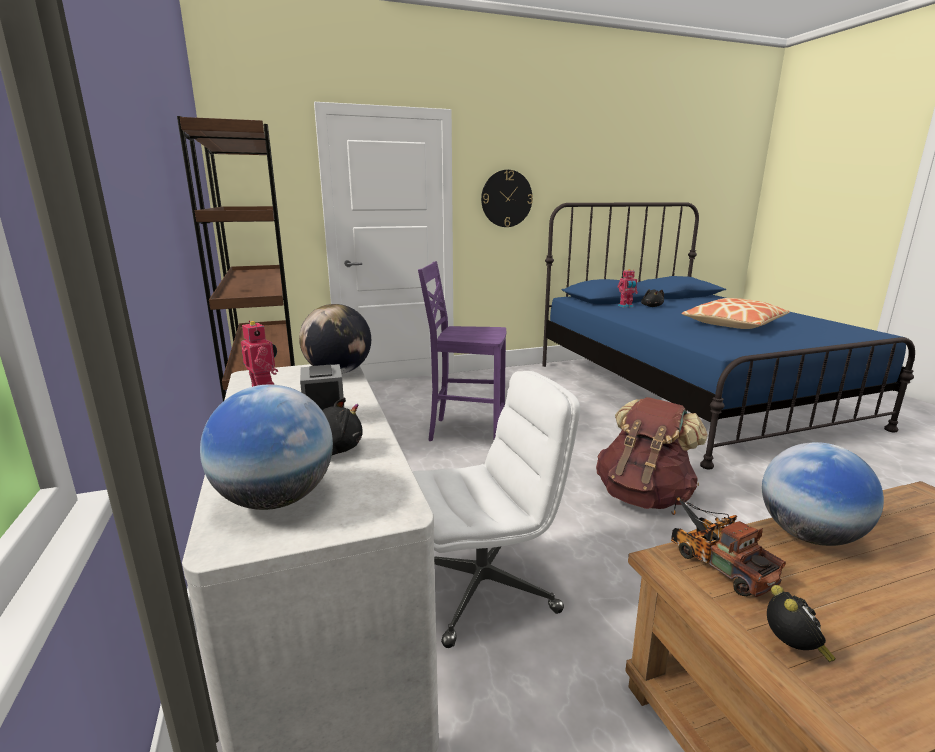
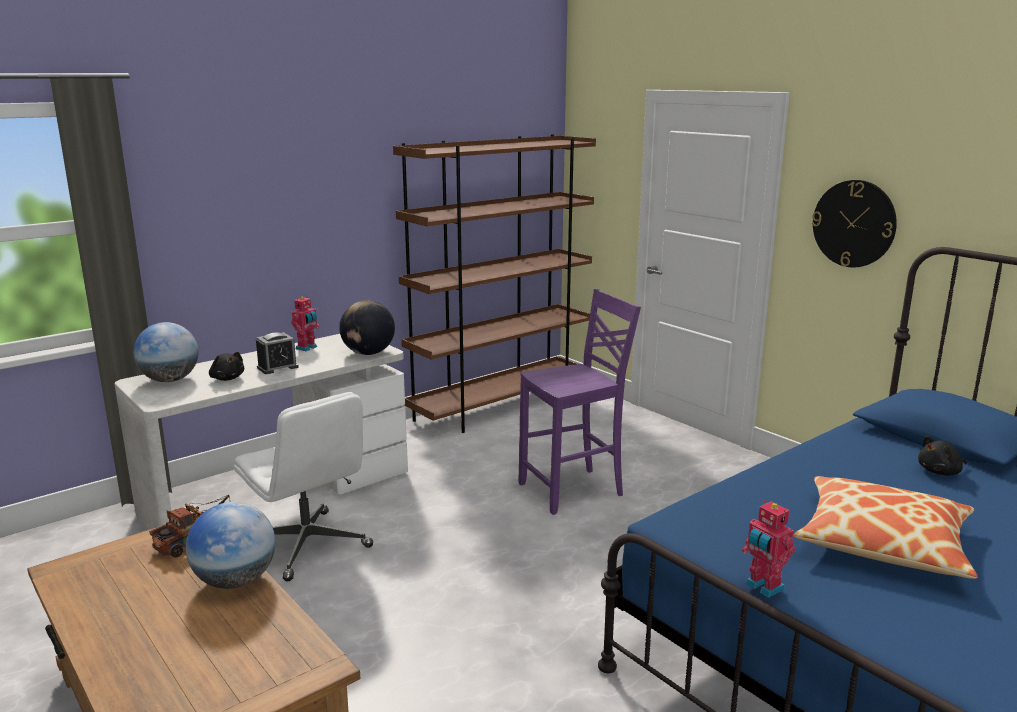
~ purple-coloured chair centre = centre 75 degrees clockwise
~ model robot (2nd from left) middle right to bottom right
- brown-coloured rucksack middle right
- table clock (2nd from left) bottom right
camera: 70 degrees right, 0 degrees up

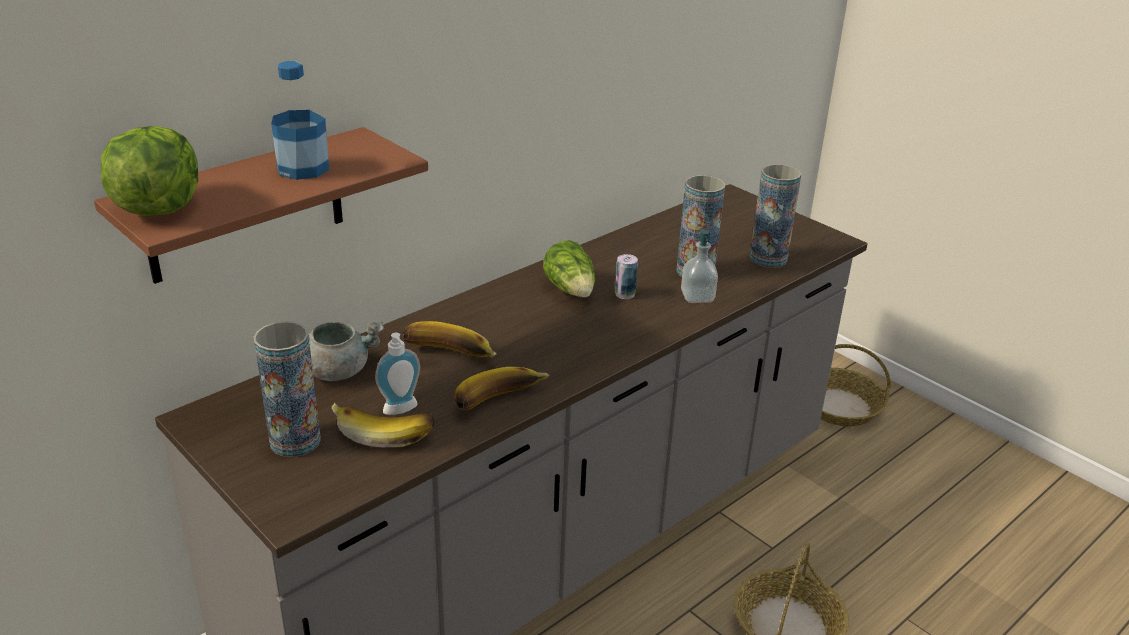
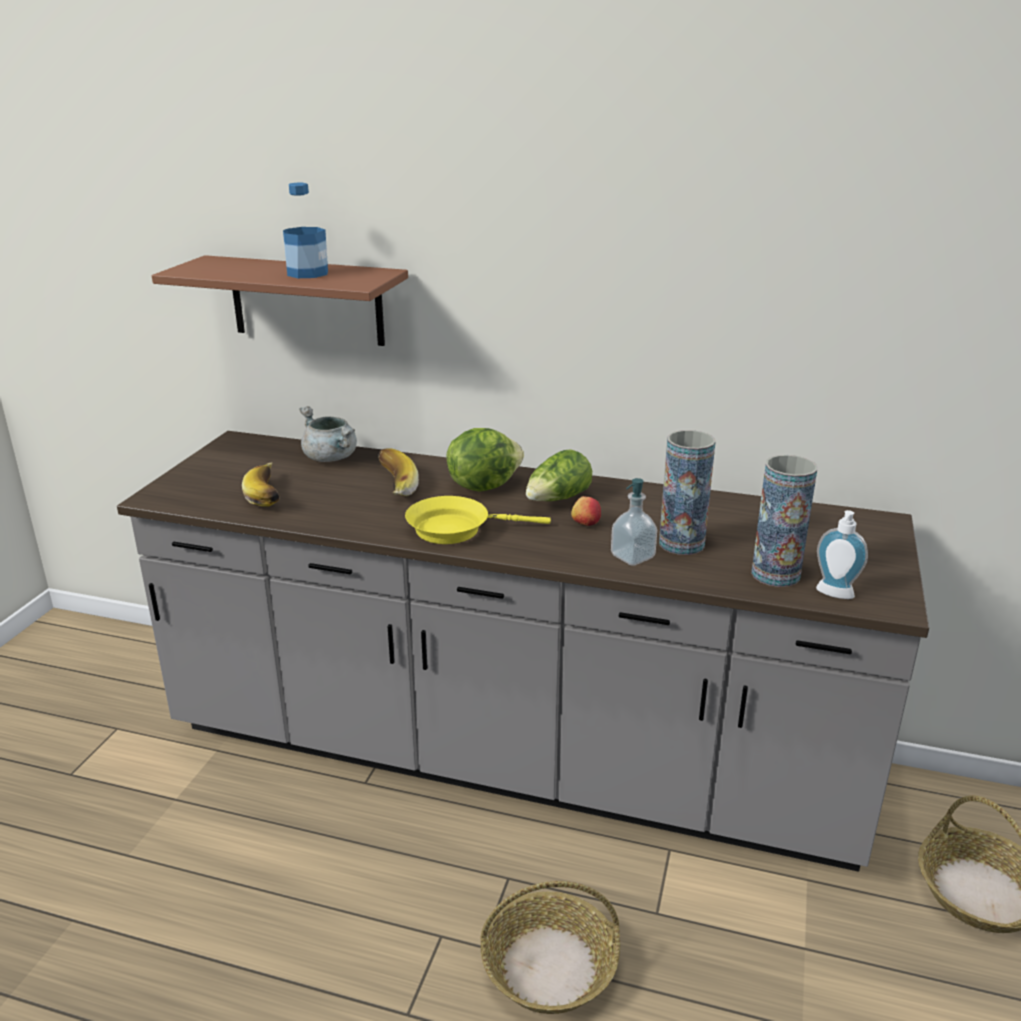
+ yellowish pan centre
~ lettuce (1st from left) top left to centre
~ metal can centre to apple centre
~ liquid soap bottle (1st from left in the first image) centre to liquid soap bottle (2nd from left) middle right
- flower vase (1st from left) middle left
- banana (3rd from left) centre
camera: 60 degrees right, 5 degrees down

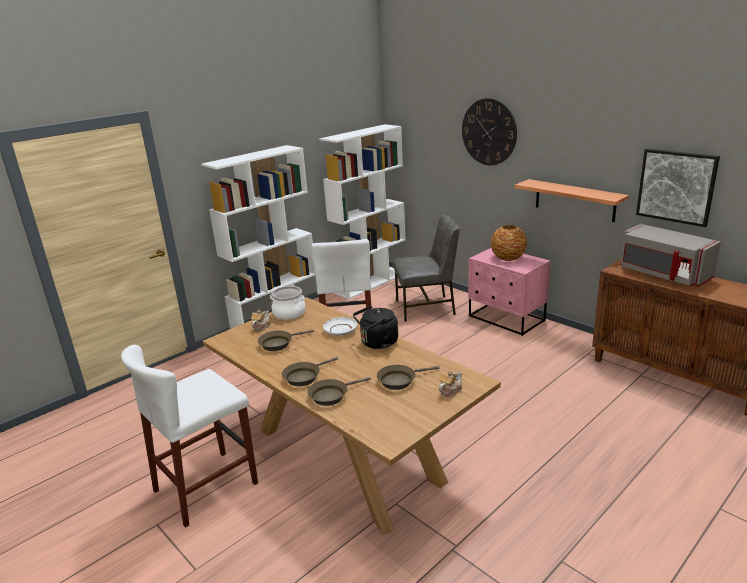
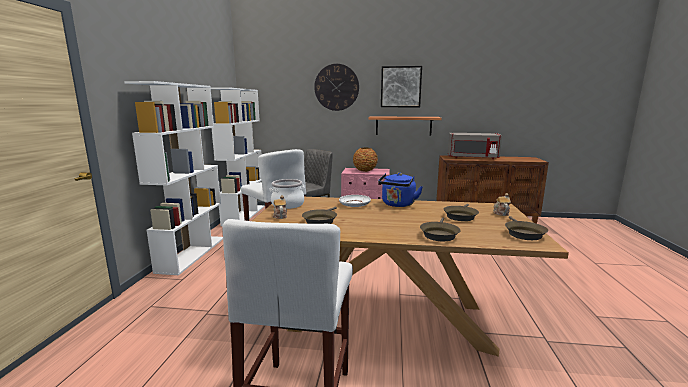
~ black-coloured water kettle centre to blue-coloured water kettle centre
~ wall picture top right to top centre
~ brown-coloured pan (2nd from left in the first image) centre to brown-coloured pan (4th from left) middle right
camera: 40 degrees left, 10 degrees down

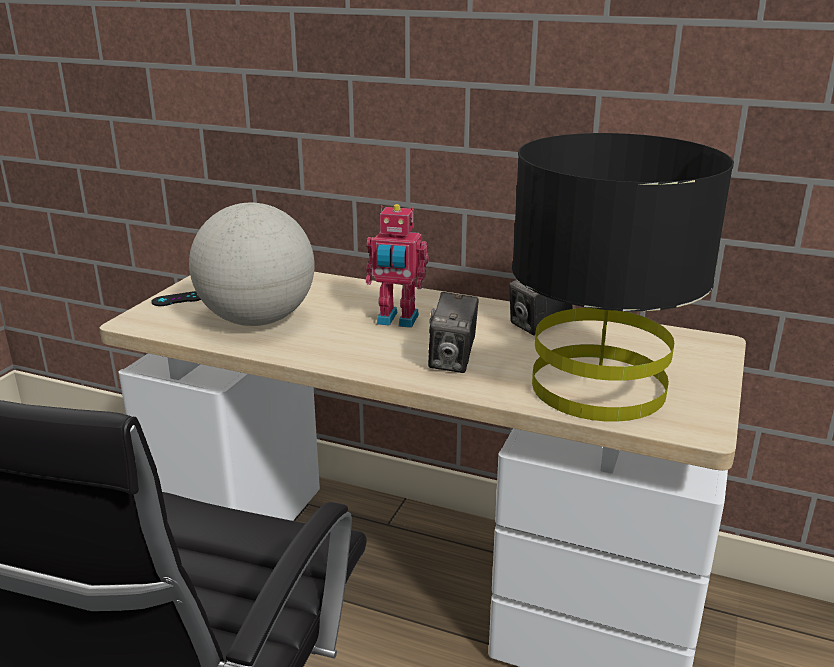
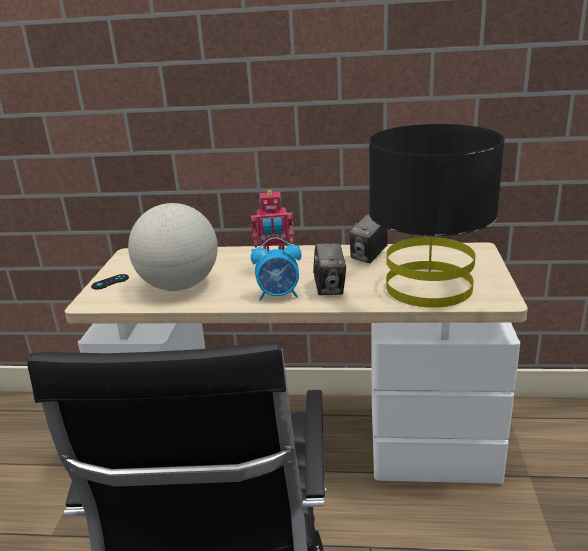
+ table clock centre
camera: 15 degrees left, 0 degrees up

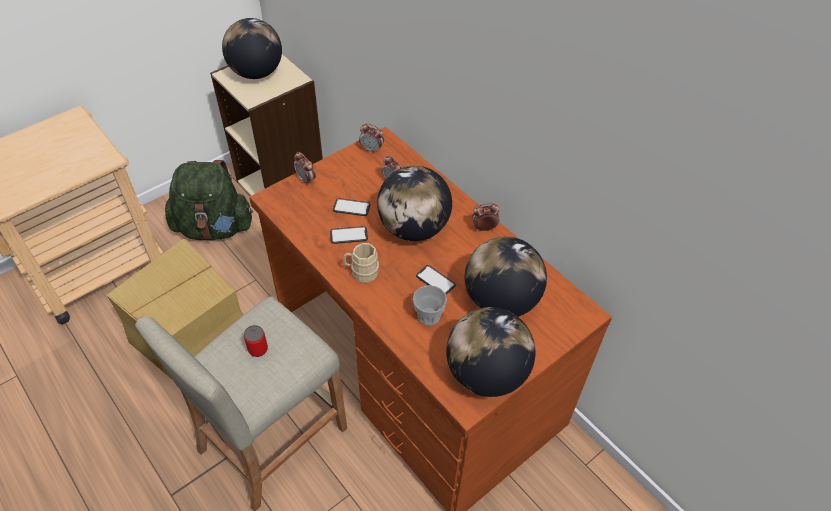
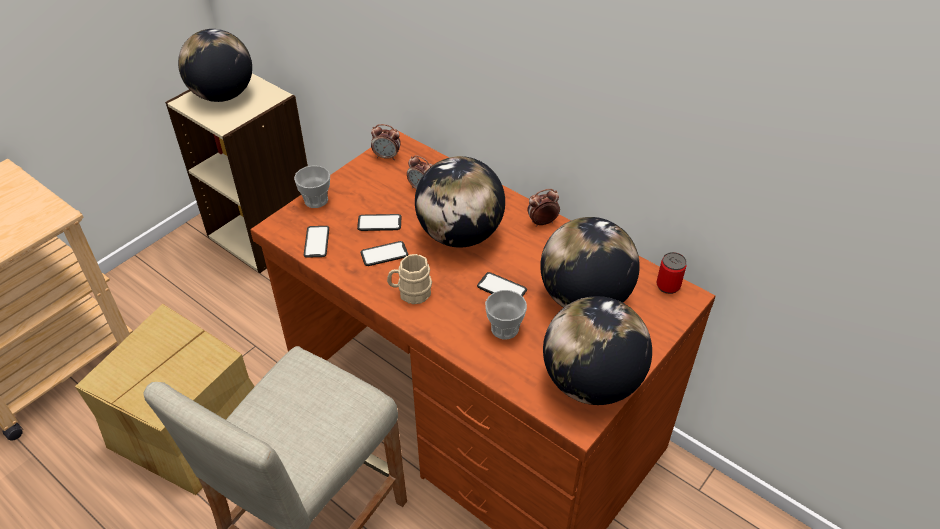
~ table clock (1st from left) top centre to cup (1st from left) middle left
+ handset (1st from left) centre
~ metal can bottom left to middle right
- greenish rucksack middle left
camera: 10 degrees left, 5 degrees down

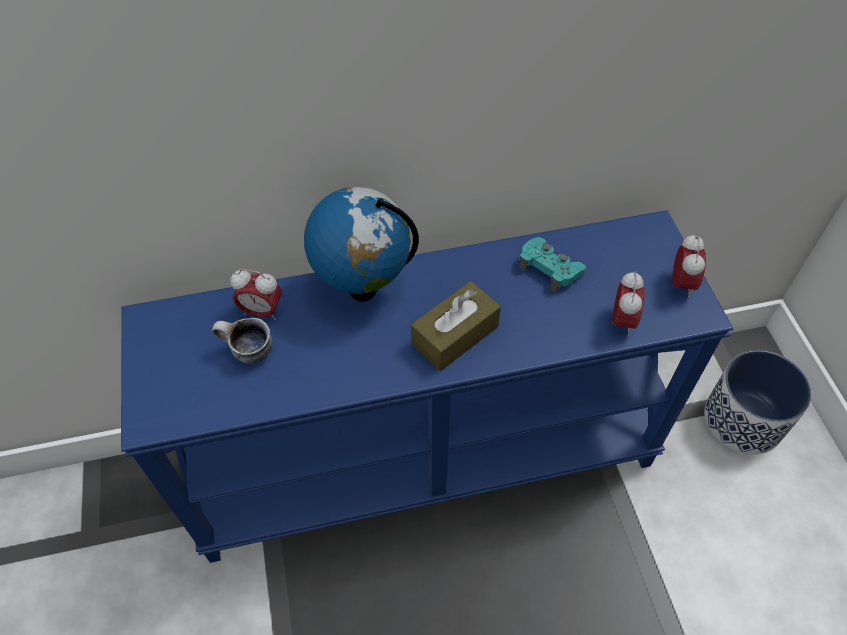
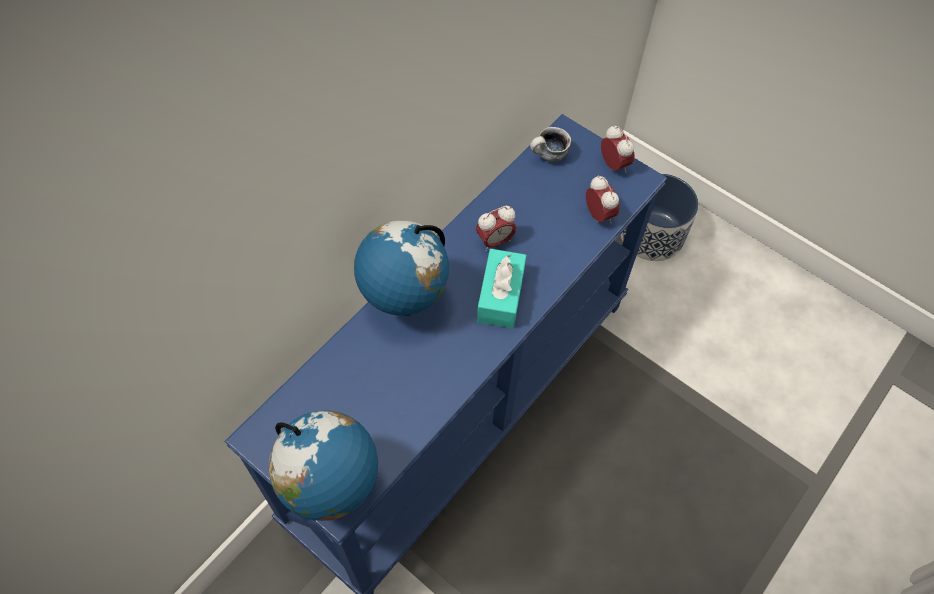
+ world globe (1st from left) bottom centre
~ table clock (1st from left) middle left to centre
~ brown-coloured tissue holder centre to turquoise tissue holder centre
~ tea mug middle left to top centre
- turquoise joypad centre
camera: 40 degrees left, 5 degrees up

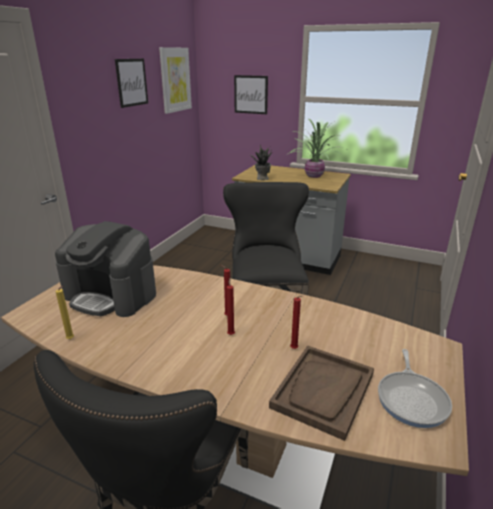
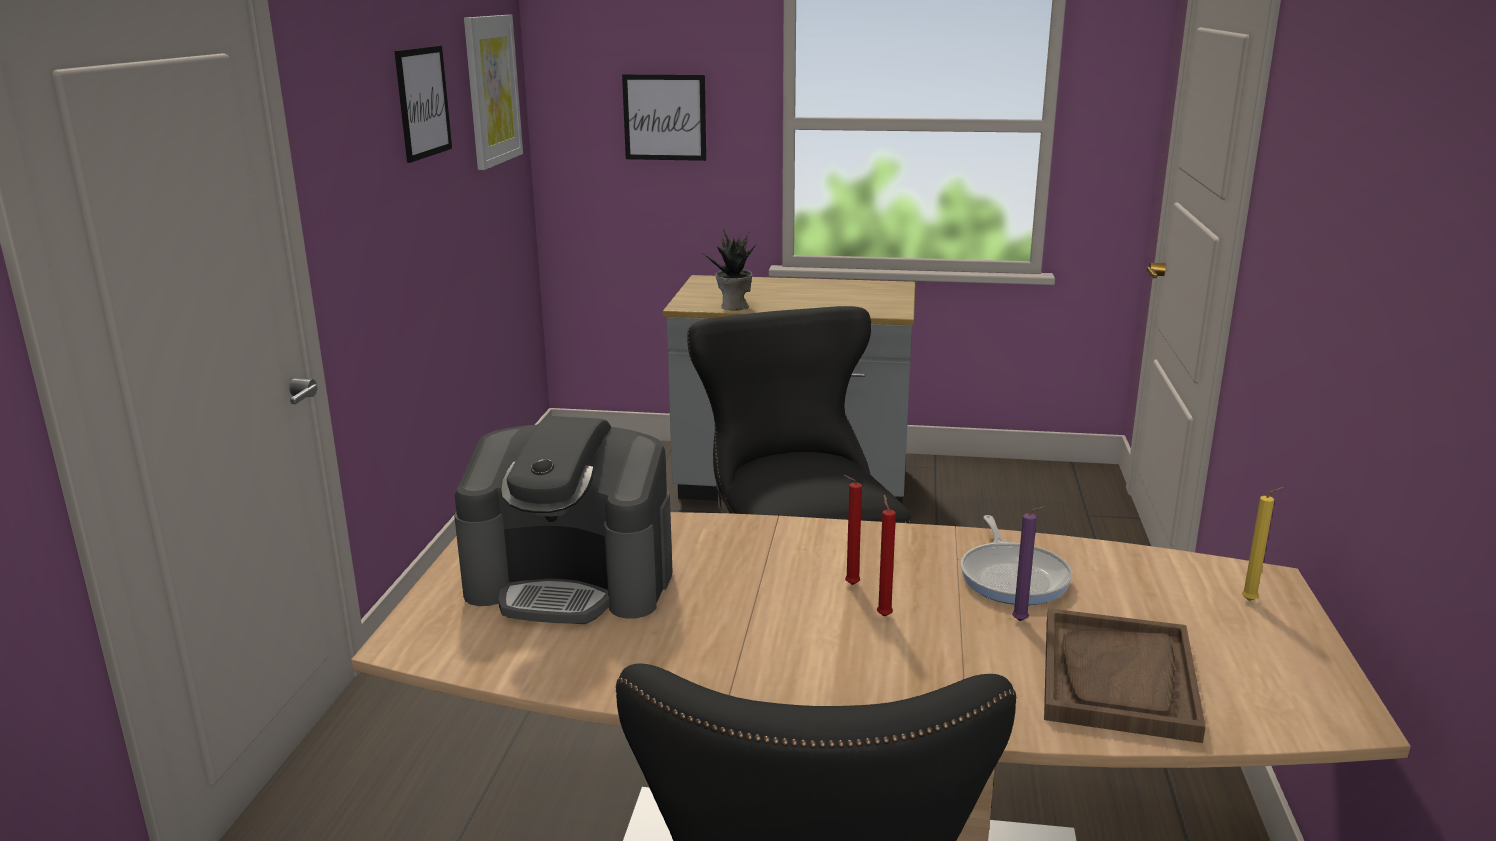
~ pan bottom right to middle right
~ reddish wax light (3rd from left) centre to purple-coloured wax light bottom right
~ yellowish wax light middle left to middle right
- potted plant (2nd from left) top centre
camera: 15 degrees left, 5 degrees down

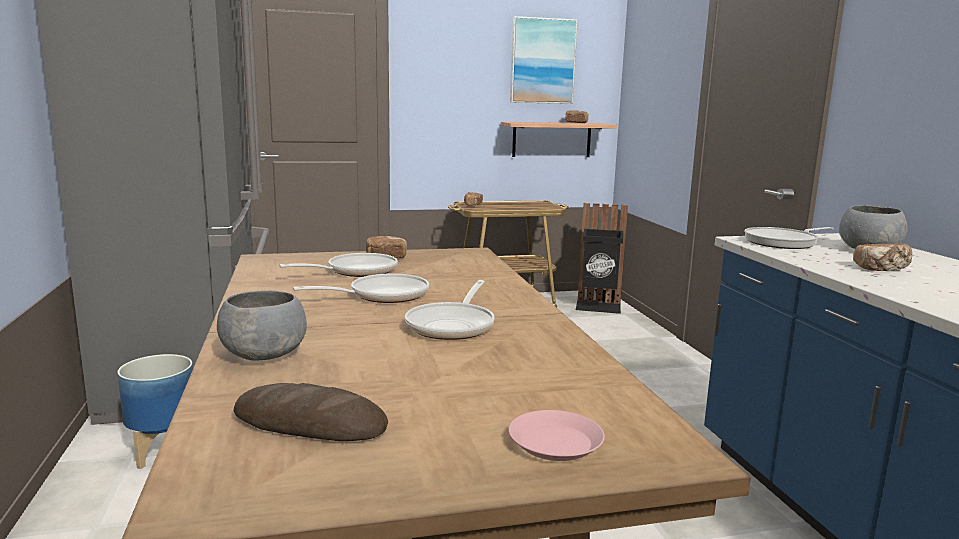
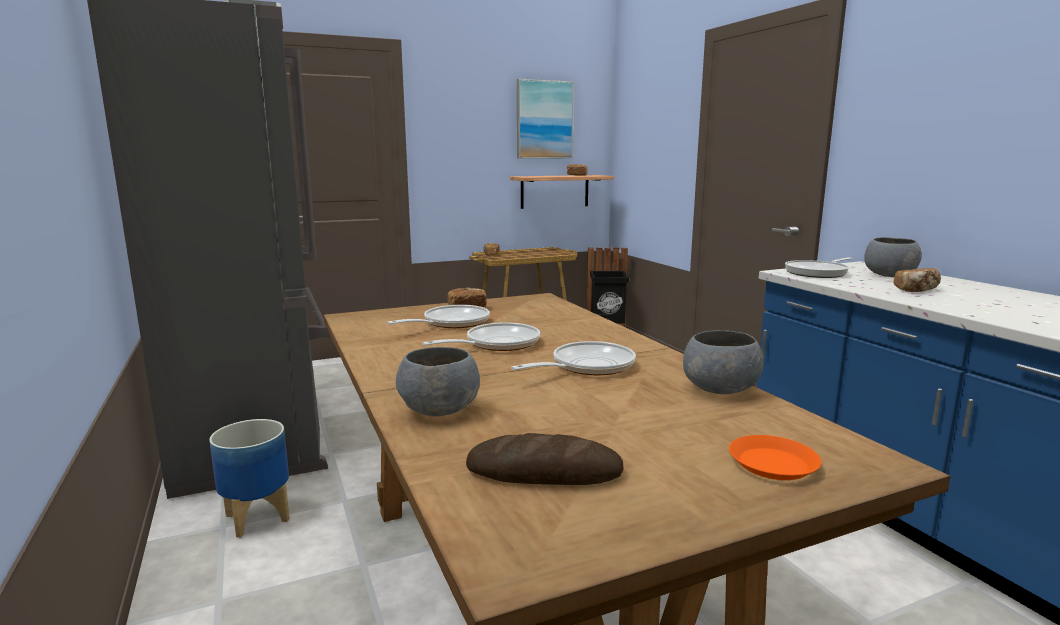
~ pan (3rd from left) centre = centre 135 degrees counterclockwise
+ greyish deep dish (2nd from left) middle right
~ pinkish dinner plate bottom centre to orange-coloured dinner plate bottom right
camera: 10 degrees left, 0 degrees up

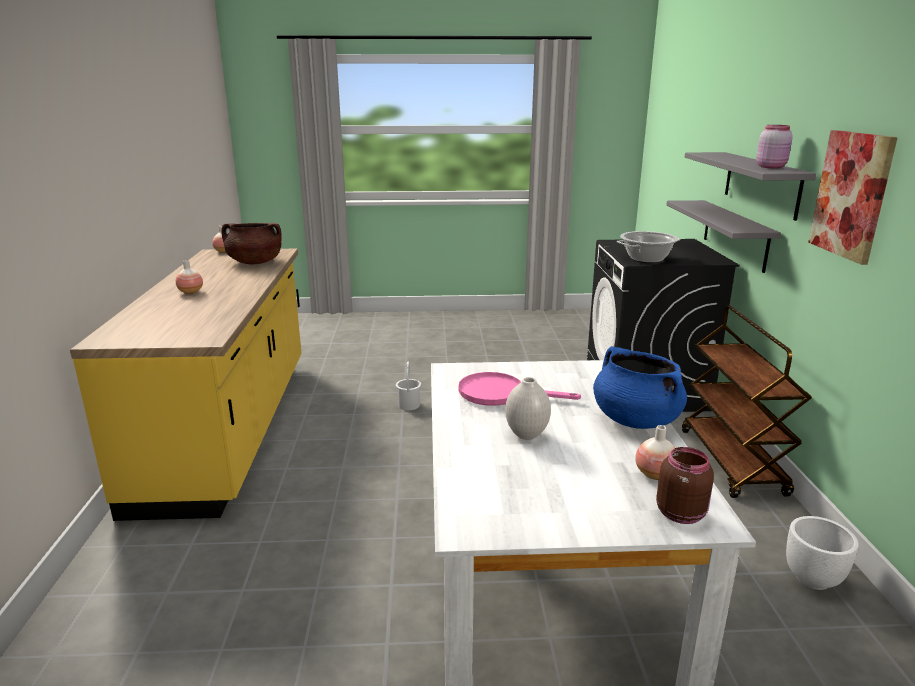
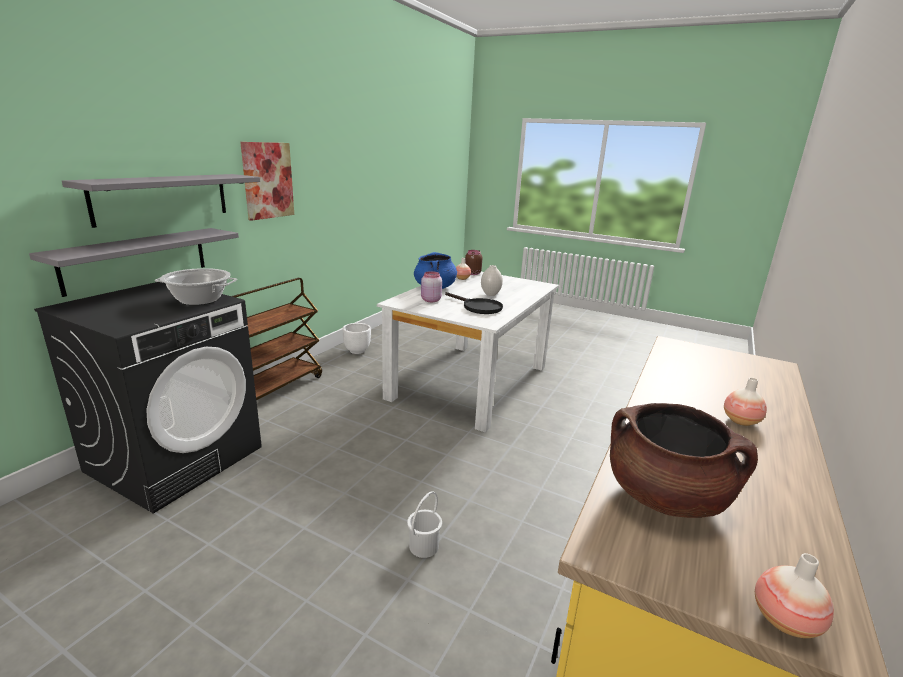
~ pinkish jar top right to centre
~ pinkish pan centre to black-coloured pan centre
camera: 150 degrees left, 0 degrees up

